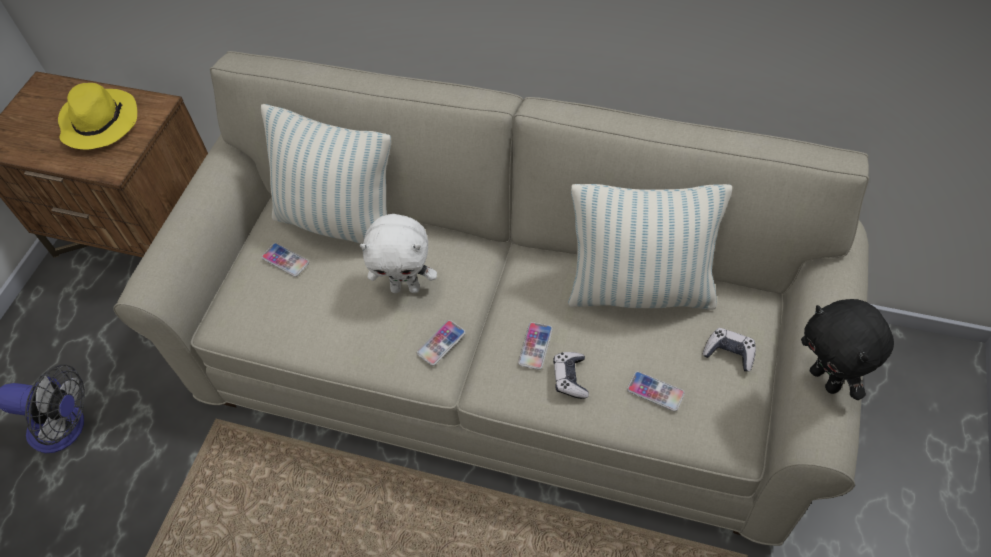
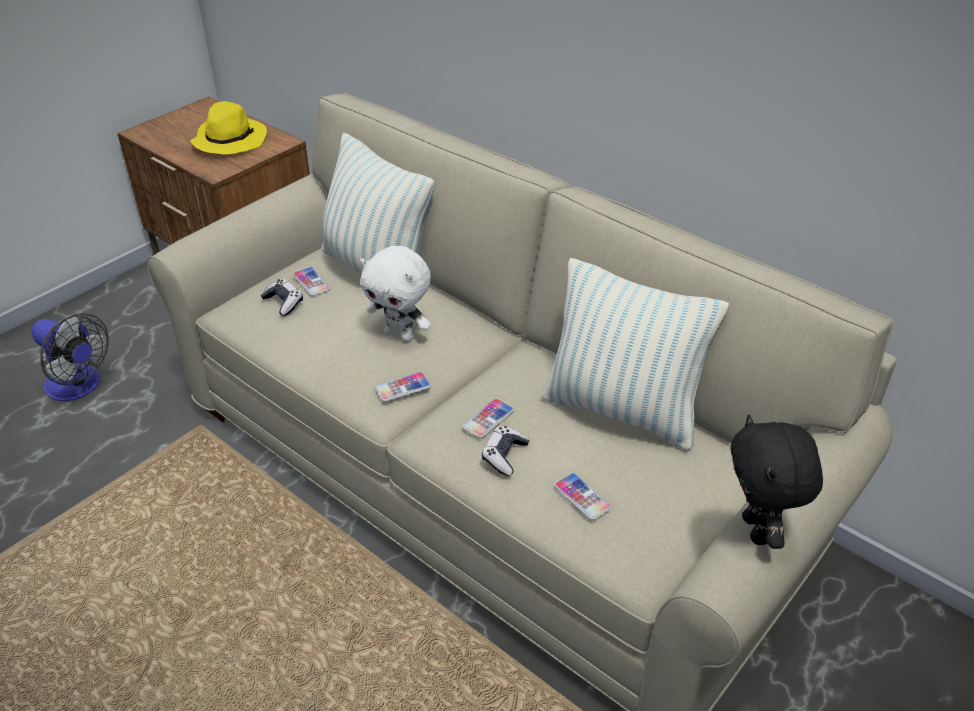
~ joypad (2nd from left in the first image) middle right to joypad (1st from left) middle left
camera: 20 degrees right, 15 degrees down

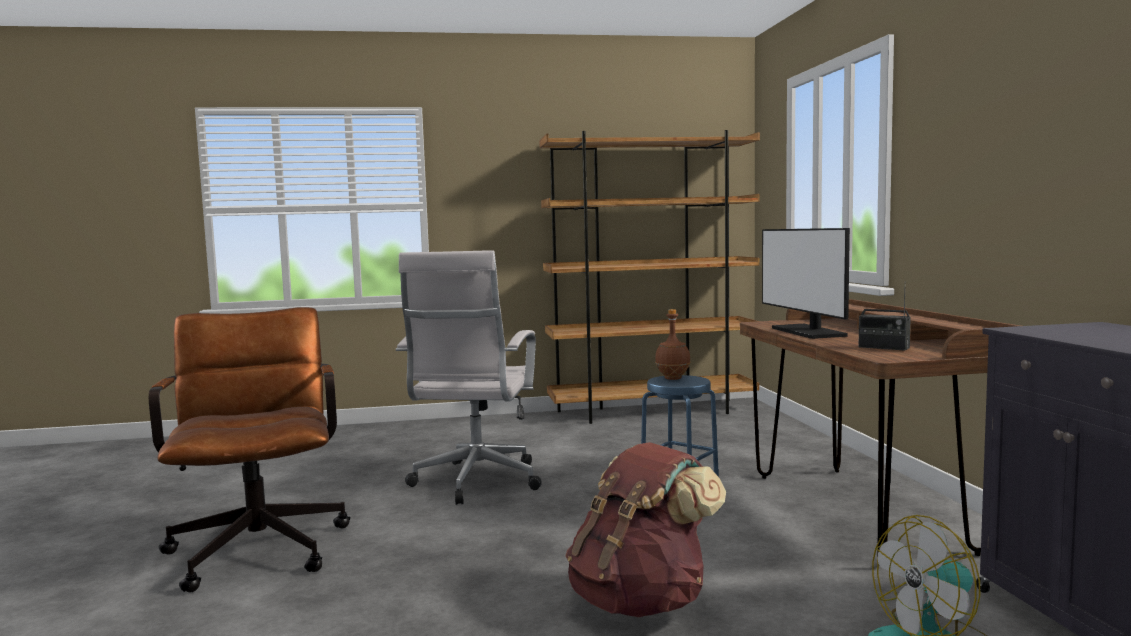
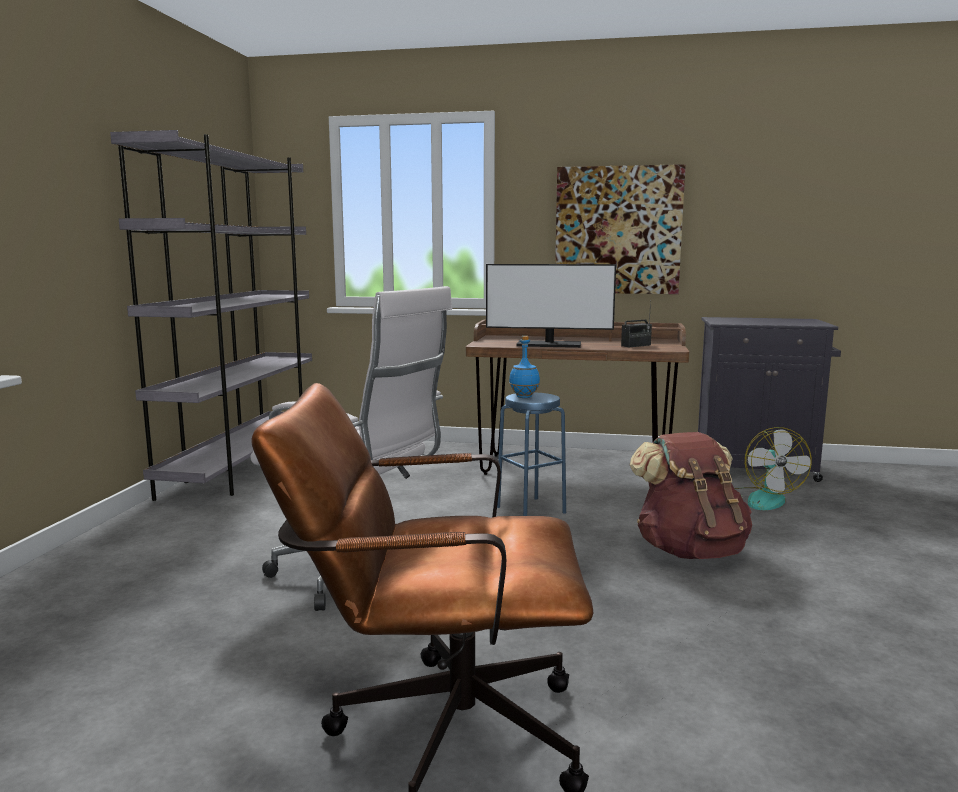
~ brown-coloured bookcase centre to greyish bookcase middle left
~ brown-coloured drink bottle centre to blue-coloured drink bottle centre
+ wall picture top centre
camera: 70 degrees left, 5 degrees up

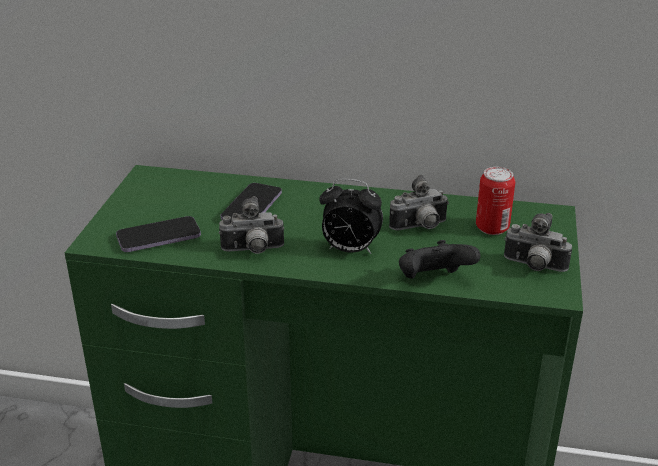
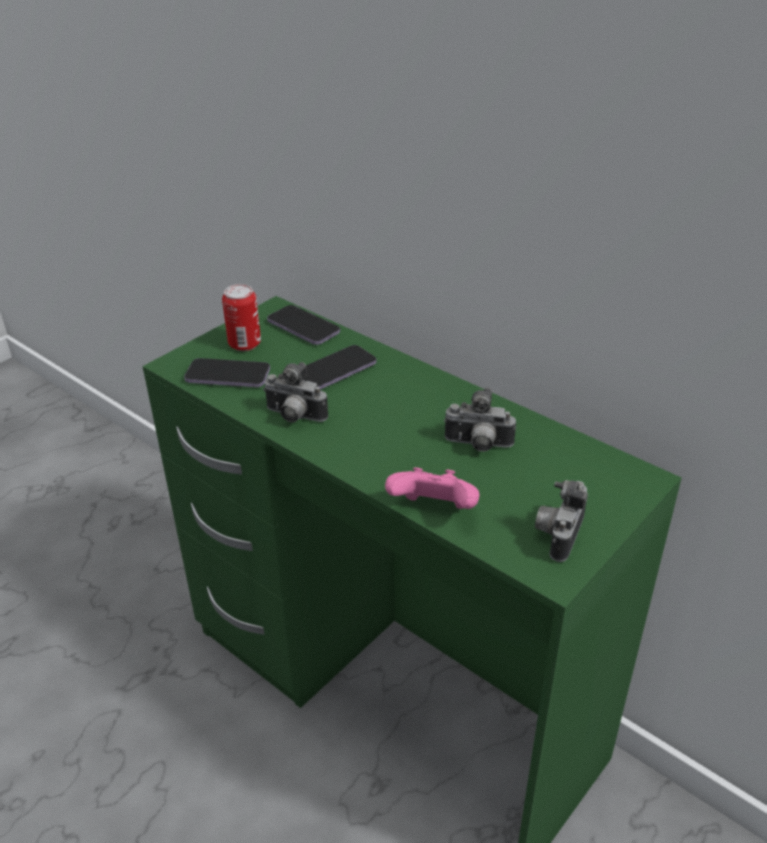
~ metal can middle right to middle left
+ handset (2nd from left) centre
~ black-coloured joypad middle right to pinkish joypad centre
~ still camera (3rd from left) middle right = middle right 60 degrees clockwise
- table clock centre
camera: 30 degrees right, 5 degrees up

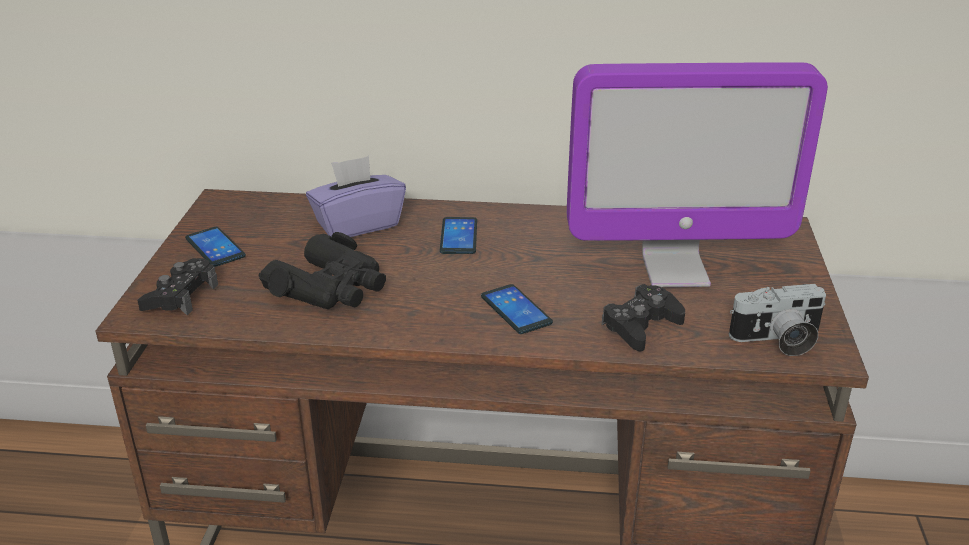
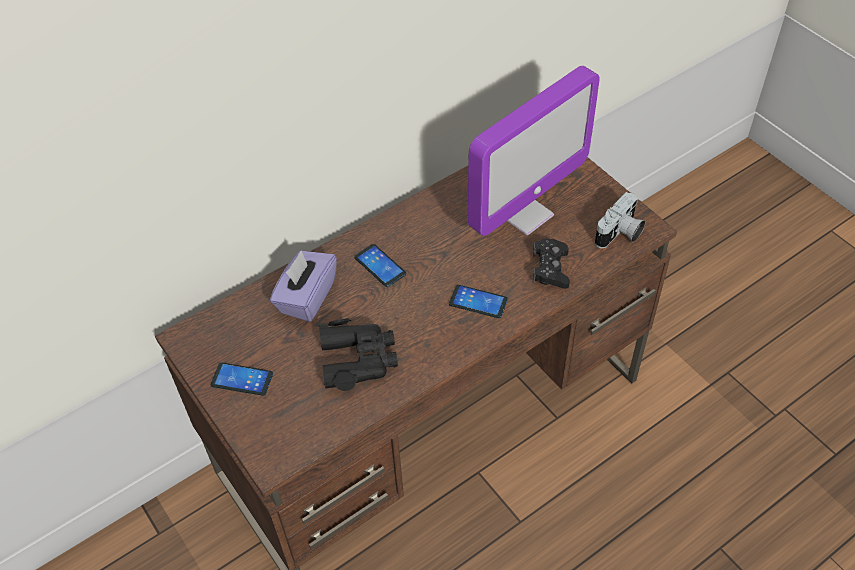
- black-coloured joypad (1st from left) middle left
camera: 40 degrees left, 20 degrees up

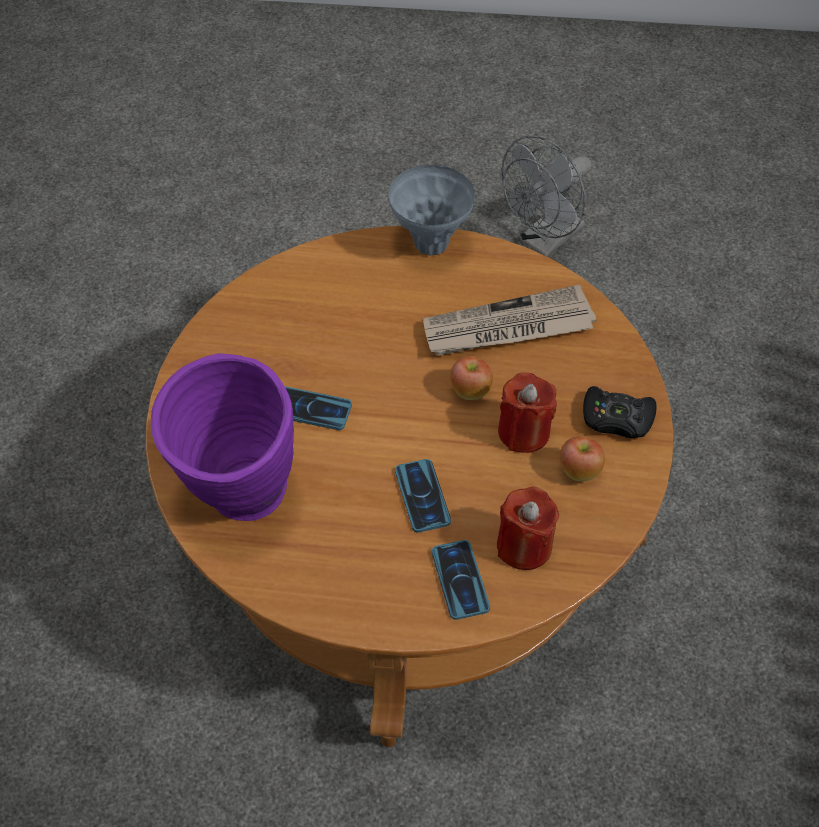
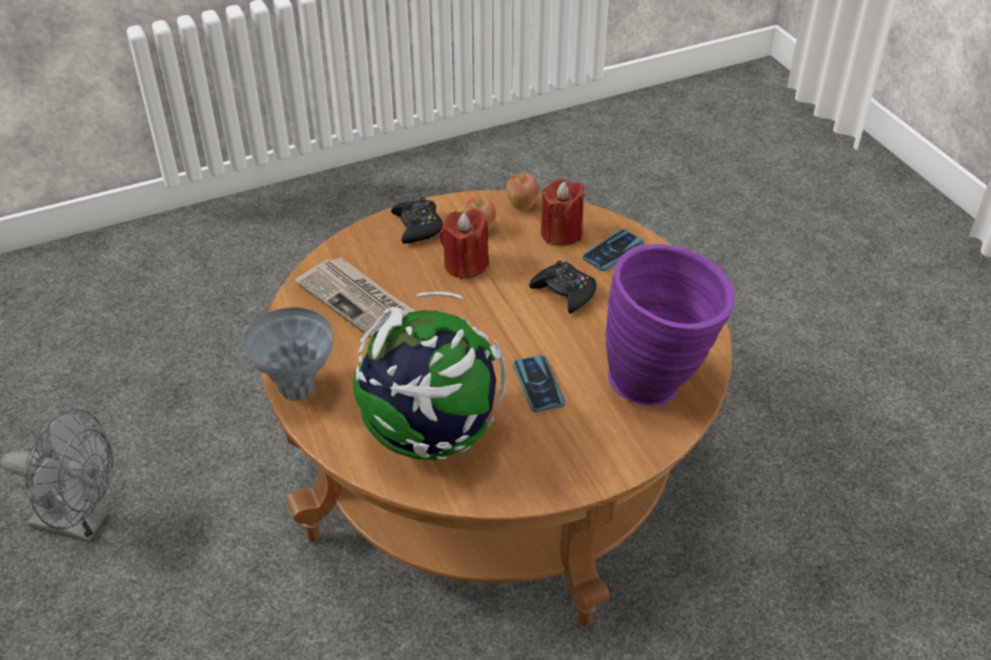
+ world globe centre
~ apple (1st from left in the first image) centre to apple (2nd from left) top centre
~ handset (2nd from left) centre to black-coloured joypad (2nd from left) centre
camera: 120 degrees left, 10 degrees down

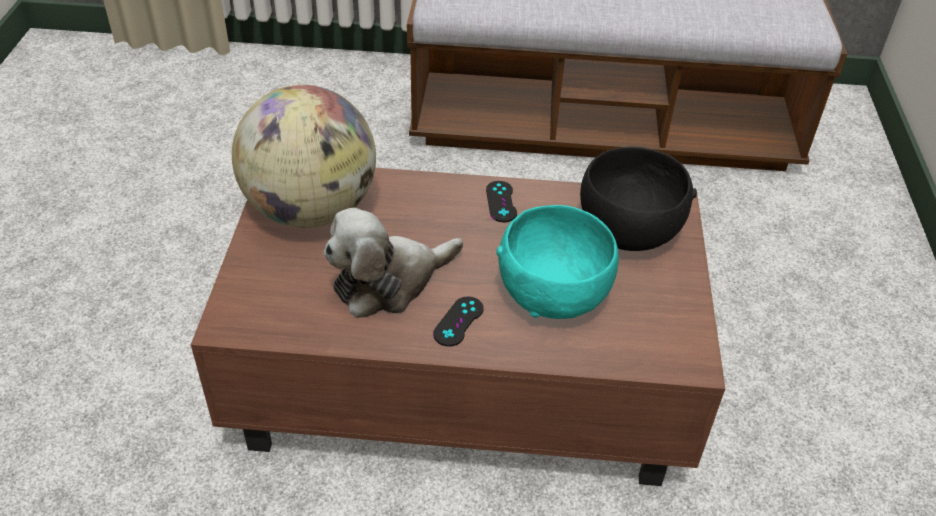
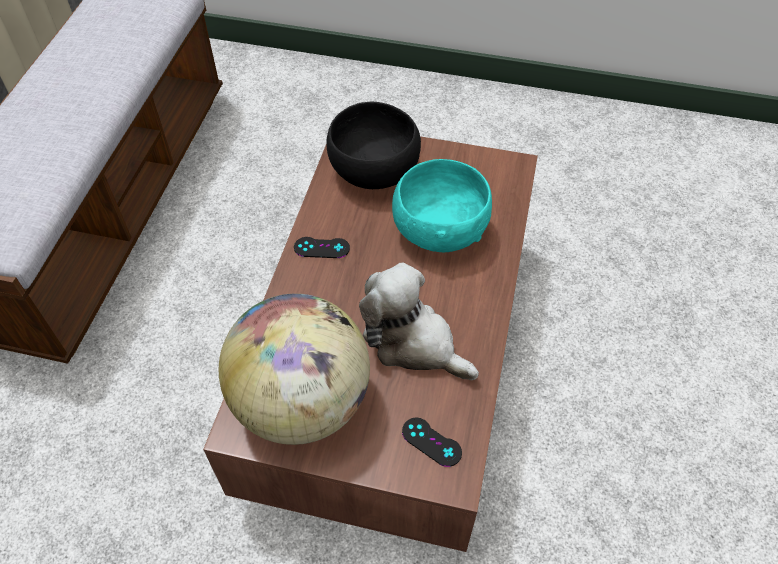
~ cuddly toy centre = centre 150 degrees clockwise
~ black-coloured joypad (1st from left in the first image) centre to black-coloured joypad (2nd from left) bottom centre
camera: 80 degrees left, 10 degrees up

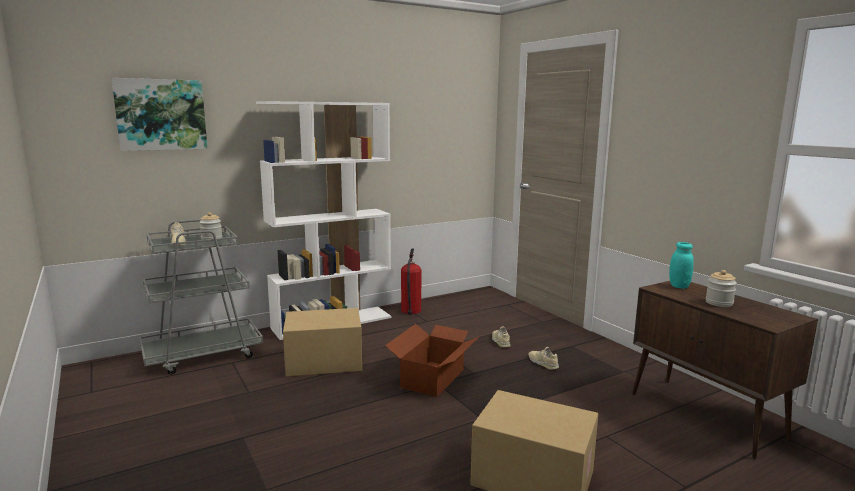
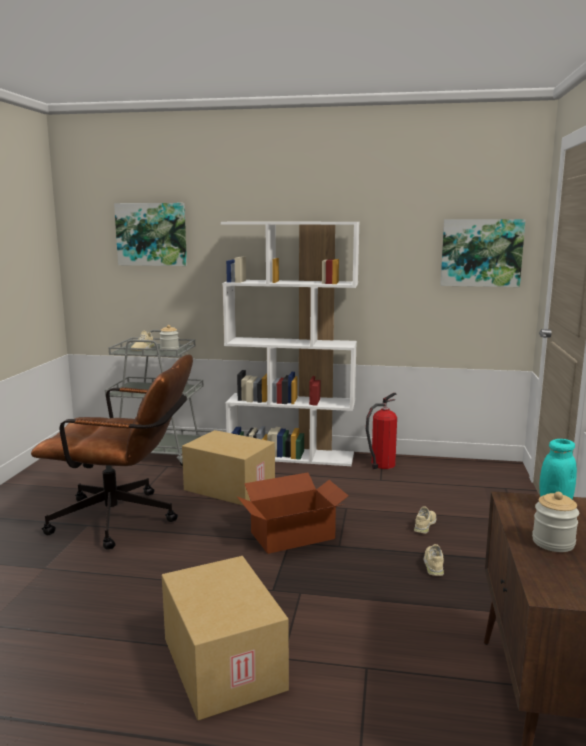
+ brown-coloured office chair middle left
+ wall picture (2nd from left) middle right
camera: 40 degrees right, 0 degrees up

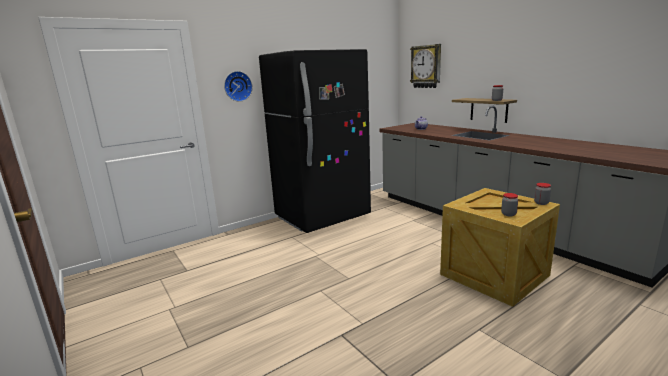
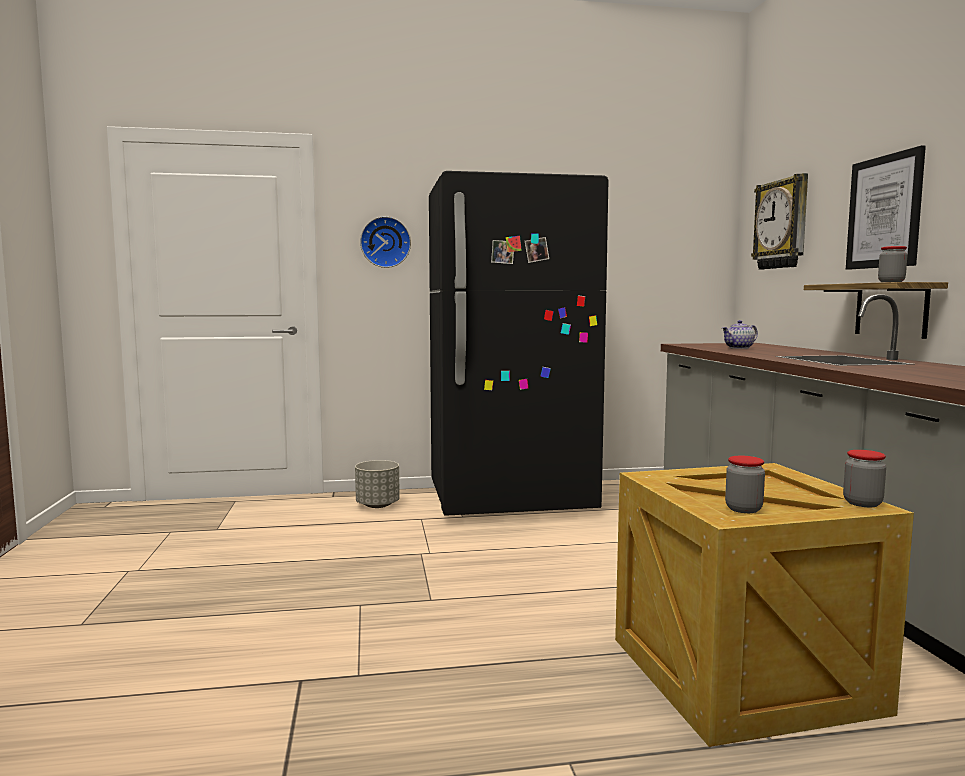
+ greyish planter centre
+ wall picture top right
camera: 25 degrees right, 10 degrees down

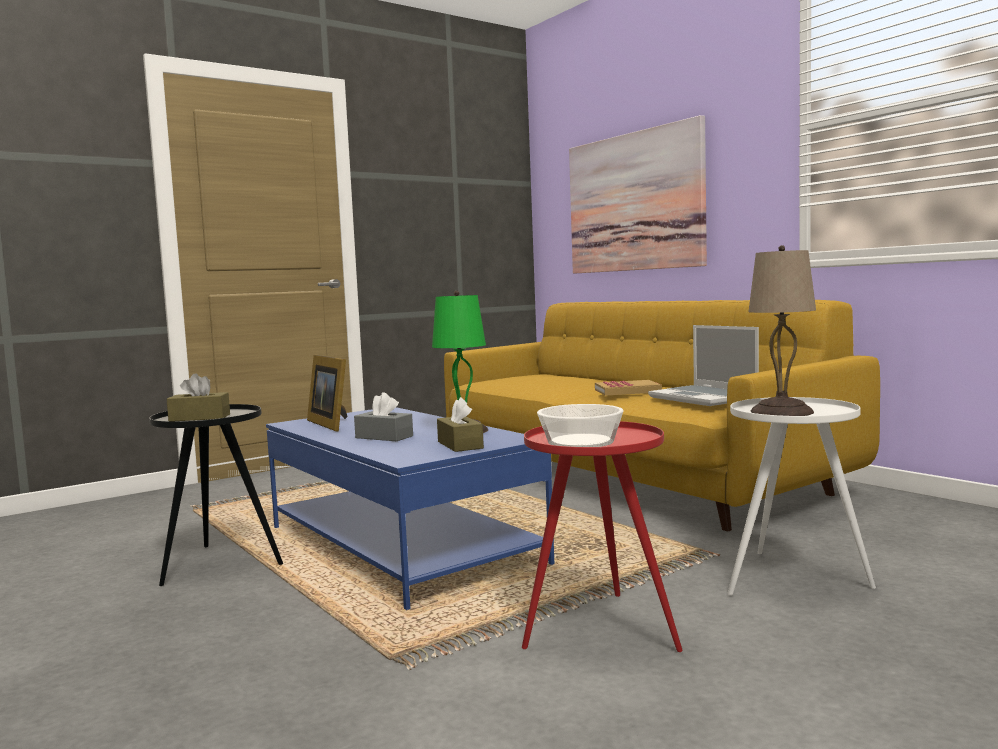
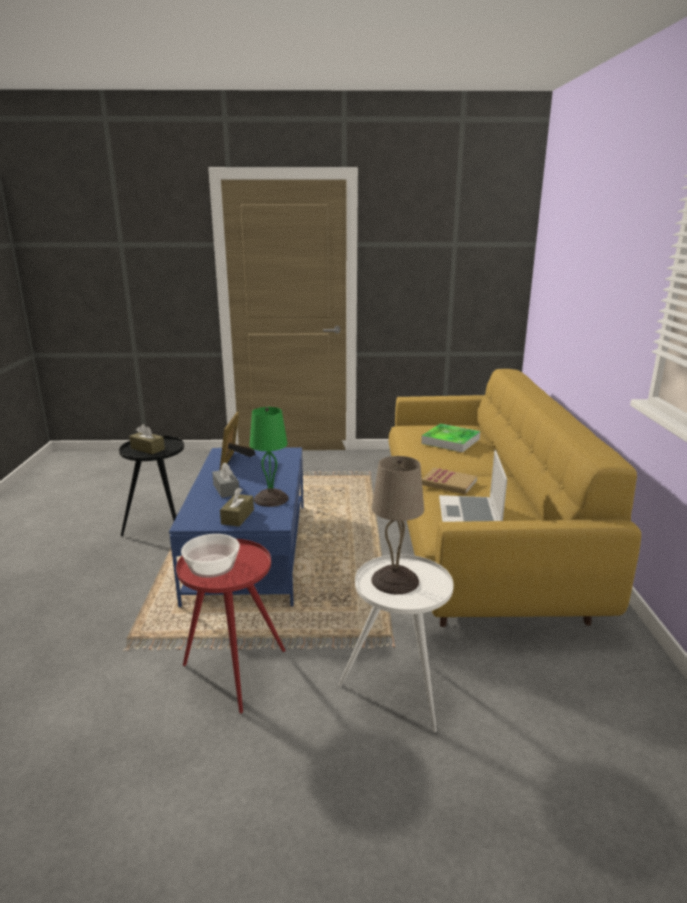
+ tray centre
- wall picture top centre
camera: 35 degrees right, 15 degrees up

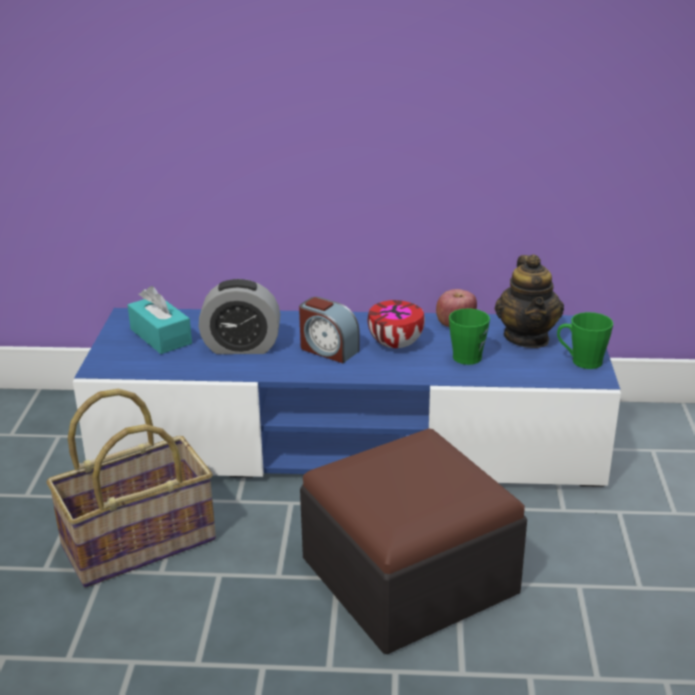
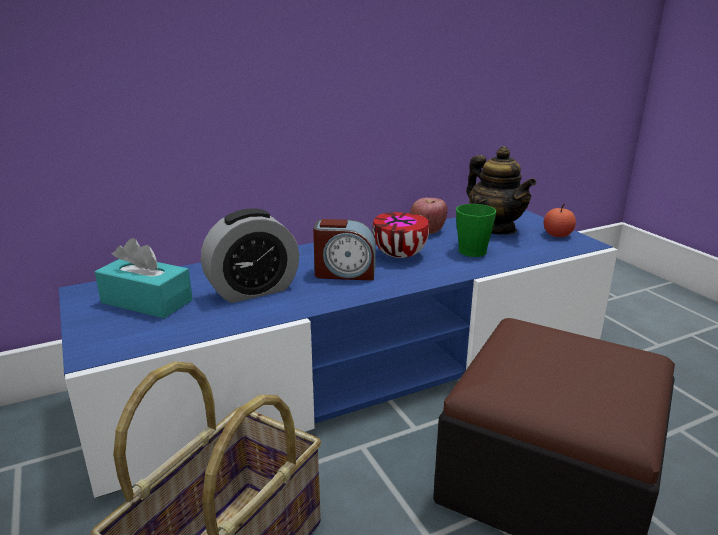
~ greenish tea mug (2nd from left) middle right to apple (2nd from left) middle right
camera: 30 degrees left, 5 degrees down

